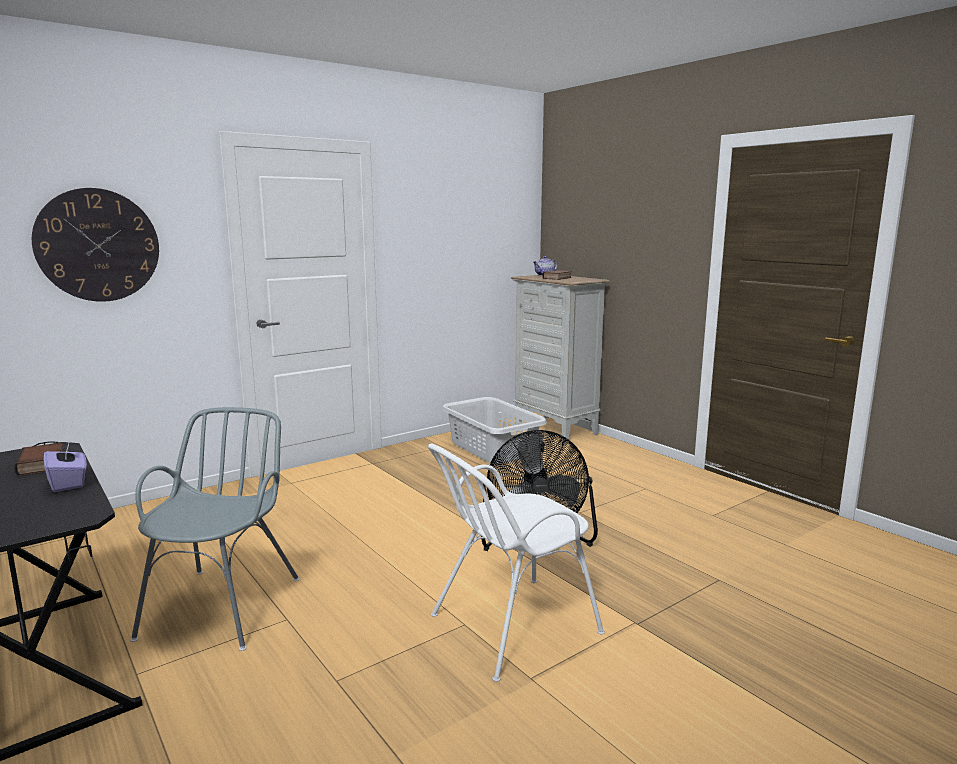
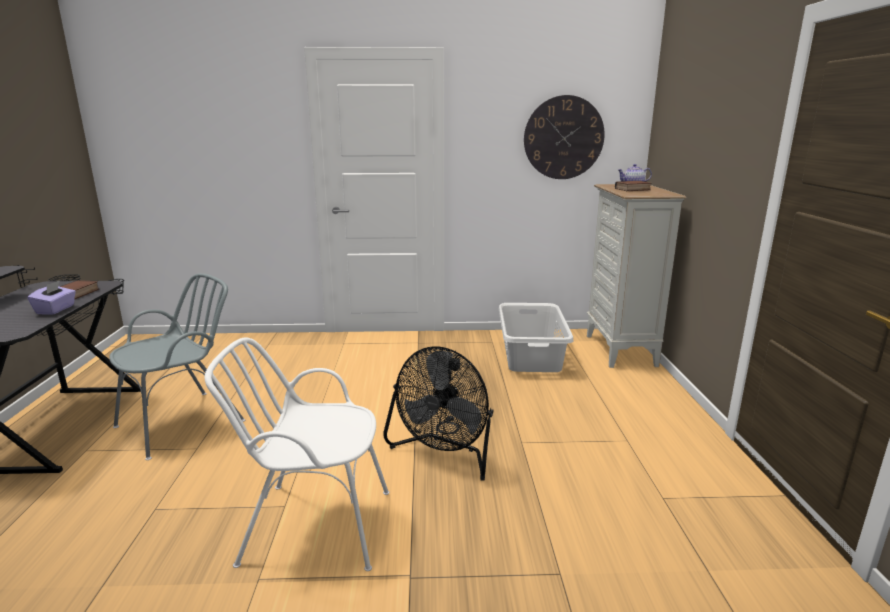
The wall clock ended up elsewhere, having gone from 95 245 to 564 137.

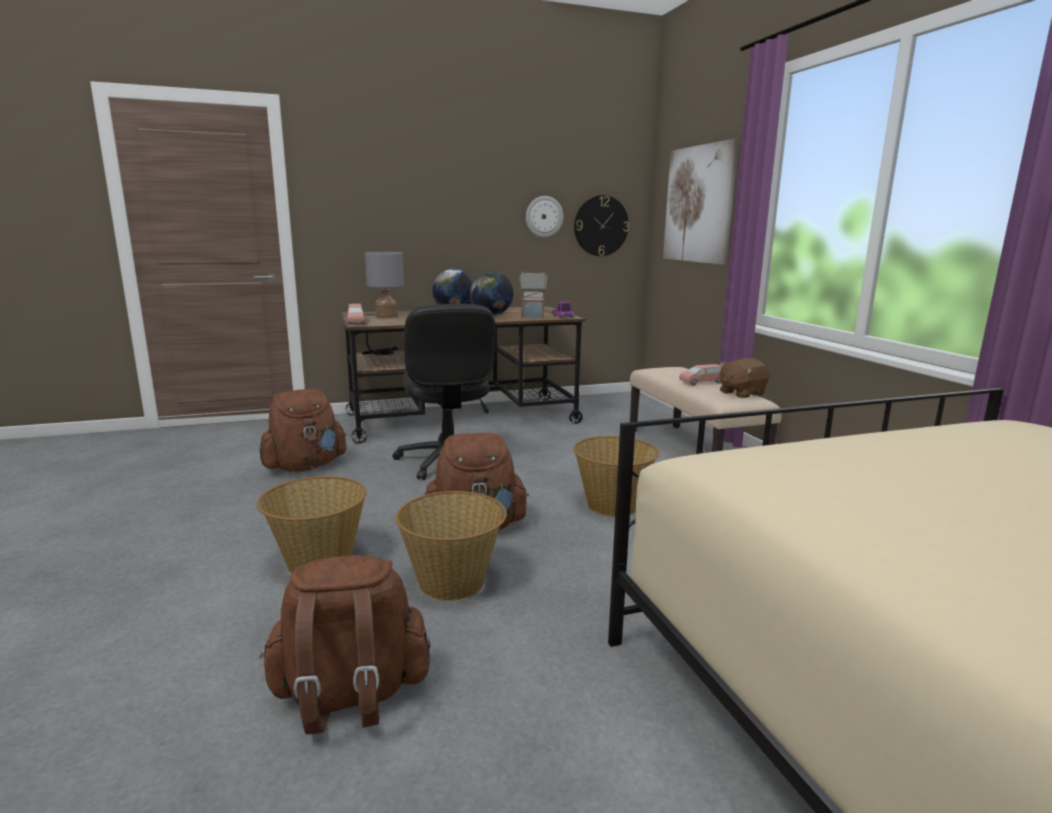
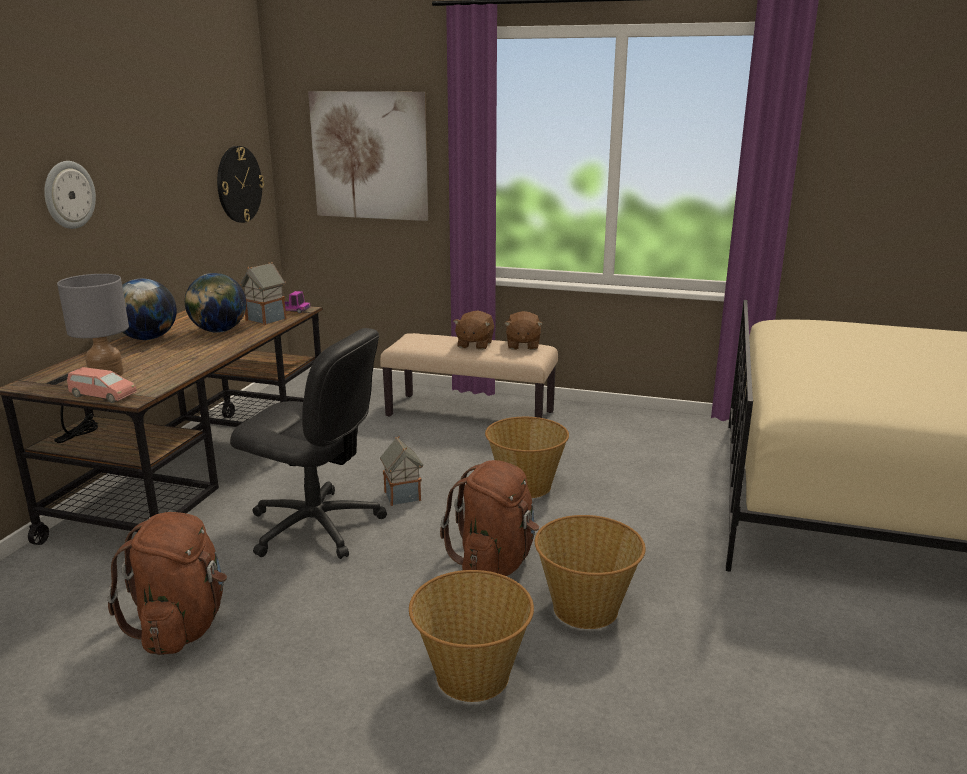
The wall clock ended up elsewhere, having gone from 544 217 to 70 195.
The second view gained the toy house at 401 471.
Where the pink toy car stood at 700 374, the brown plush toy came to stand at 473 330.
The second view lost the brown backpack at 345 644.

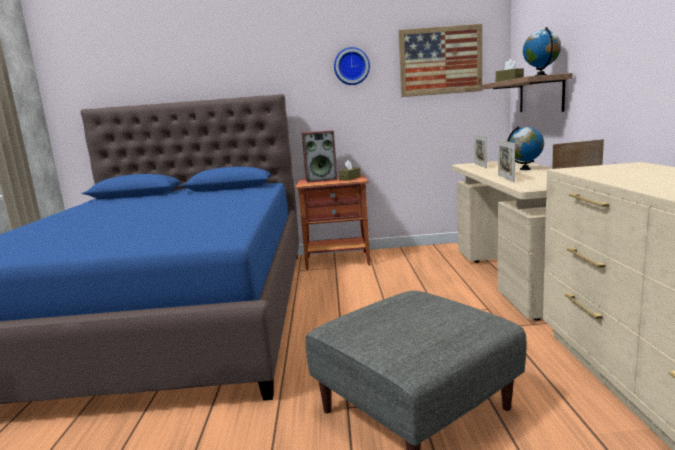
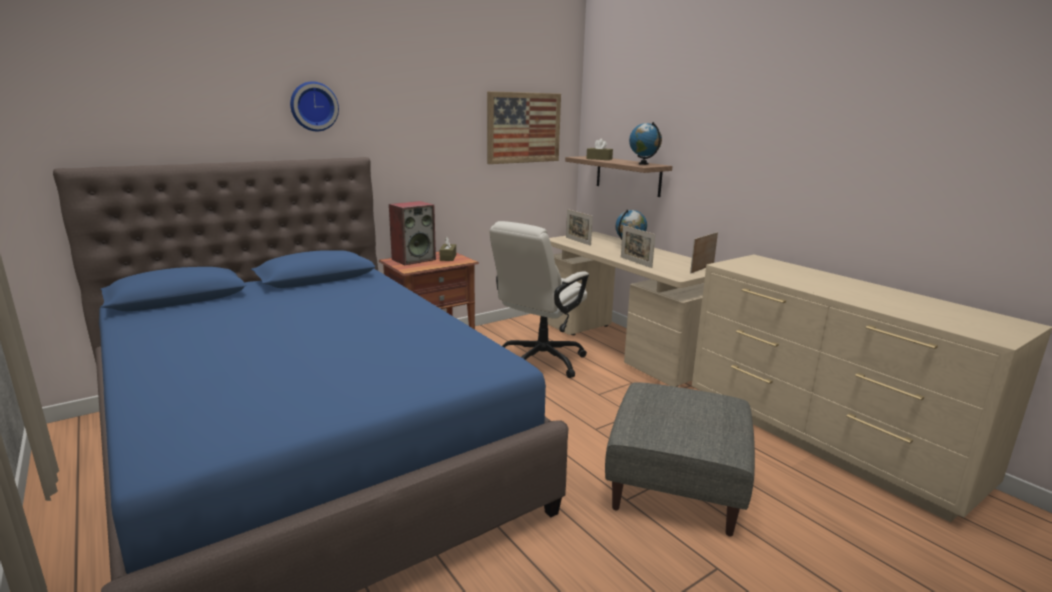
The wall clock ended up elsewhere, having gone from 352 66 to 314 106.
The second view gained the white office chair at 539 299.

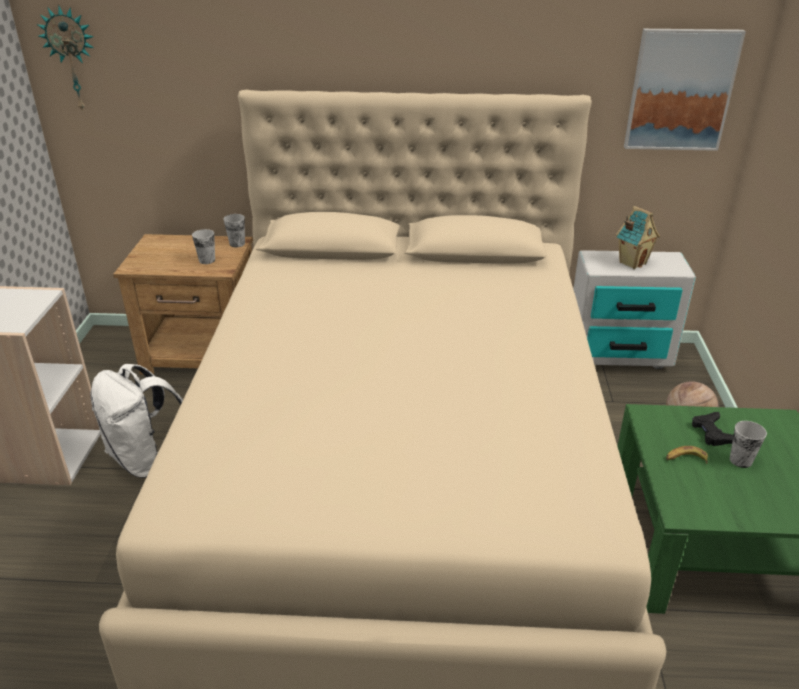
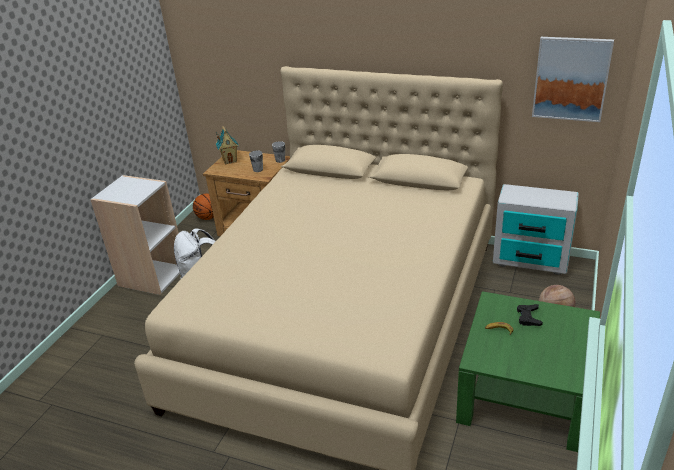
The second view gained the basketball at 203 207.
The toy house ended up elsewhere, having gone from 638 237 to 227 145.
The second view lost the wall clock at 65 59.
The second view lost the cup at 748 444.

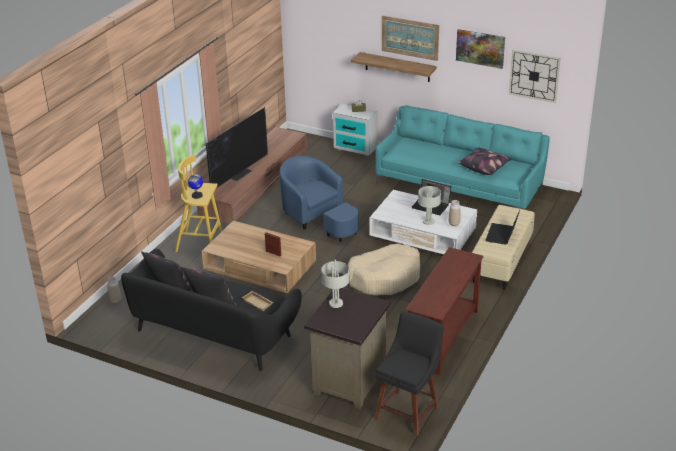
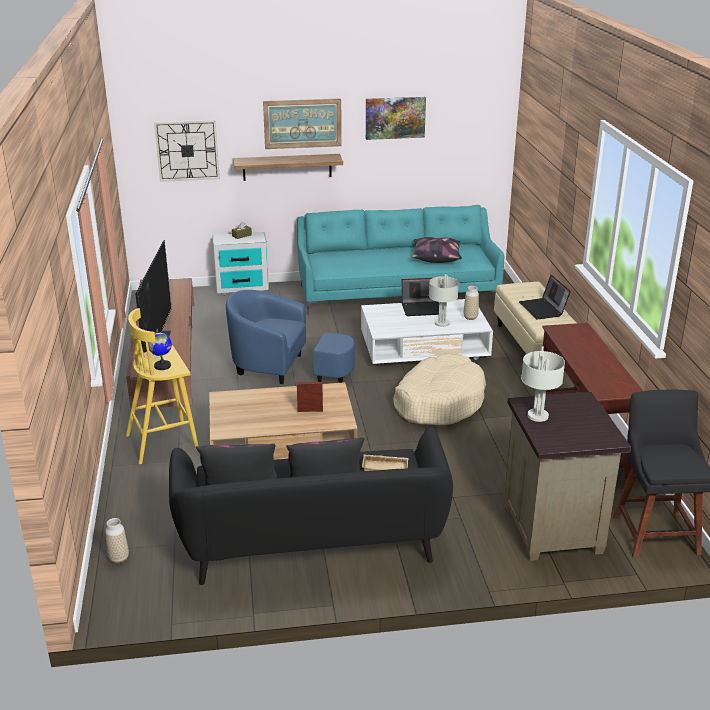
The wall clock ended up elsewhere, having gone from 535 76 to 187 151.

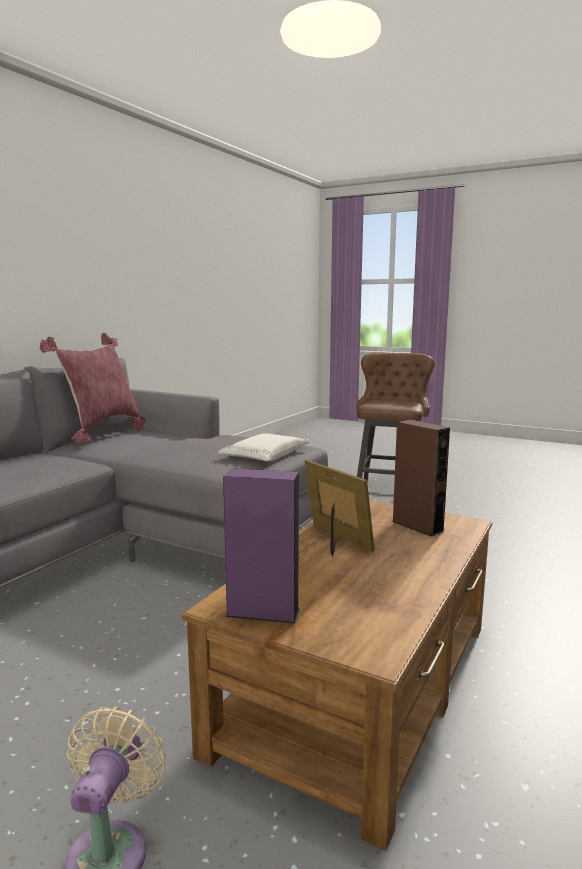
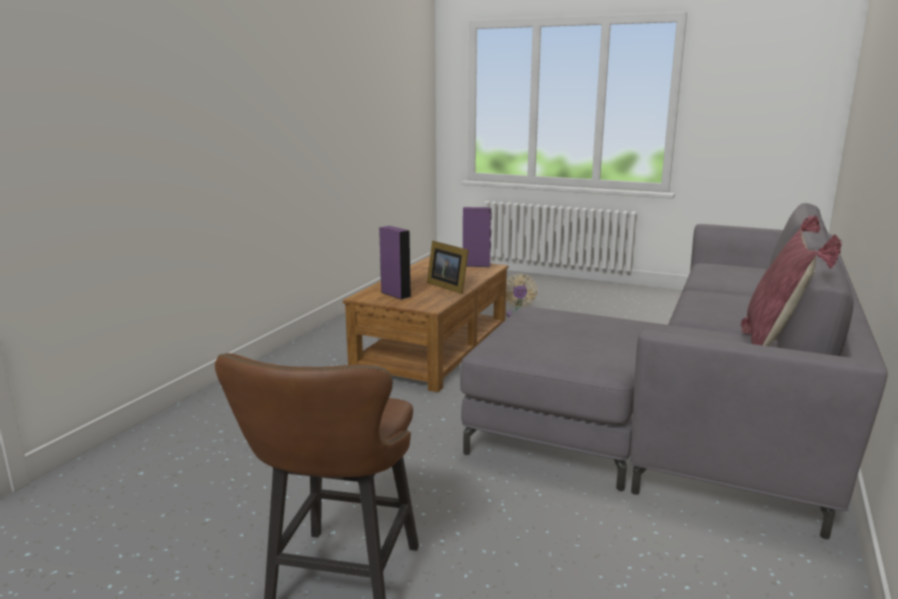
What was the brown speaker at 421 478 turned into the purple speaker at 395 263.
The second view lost the white pillow at 264 447.

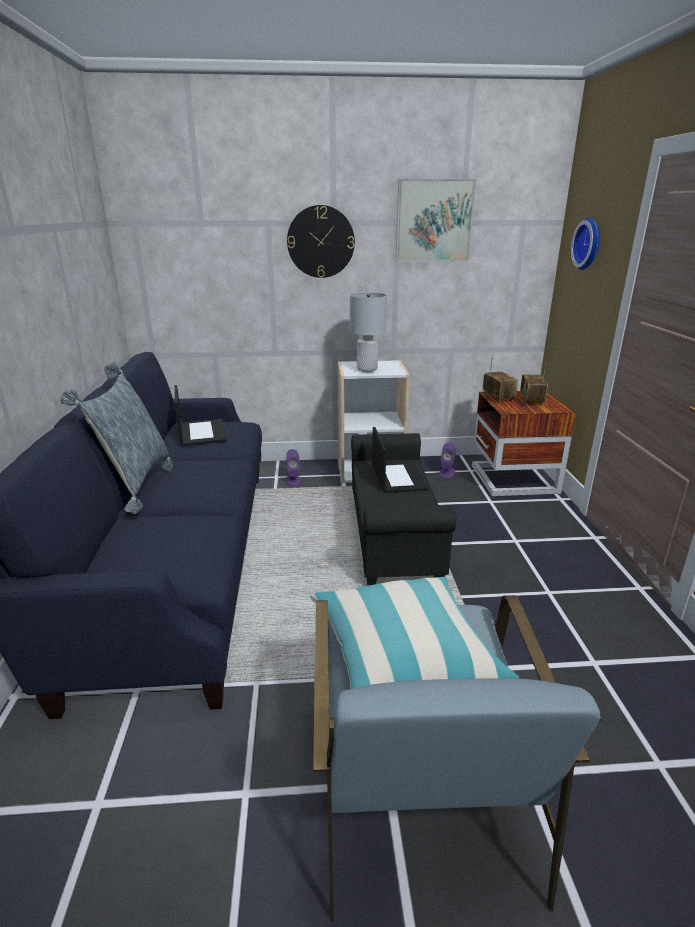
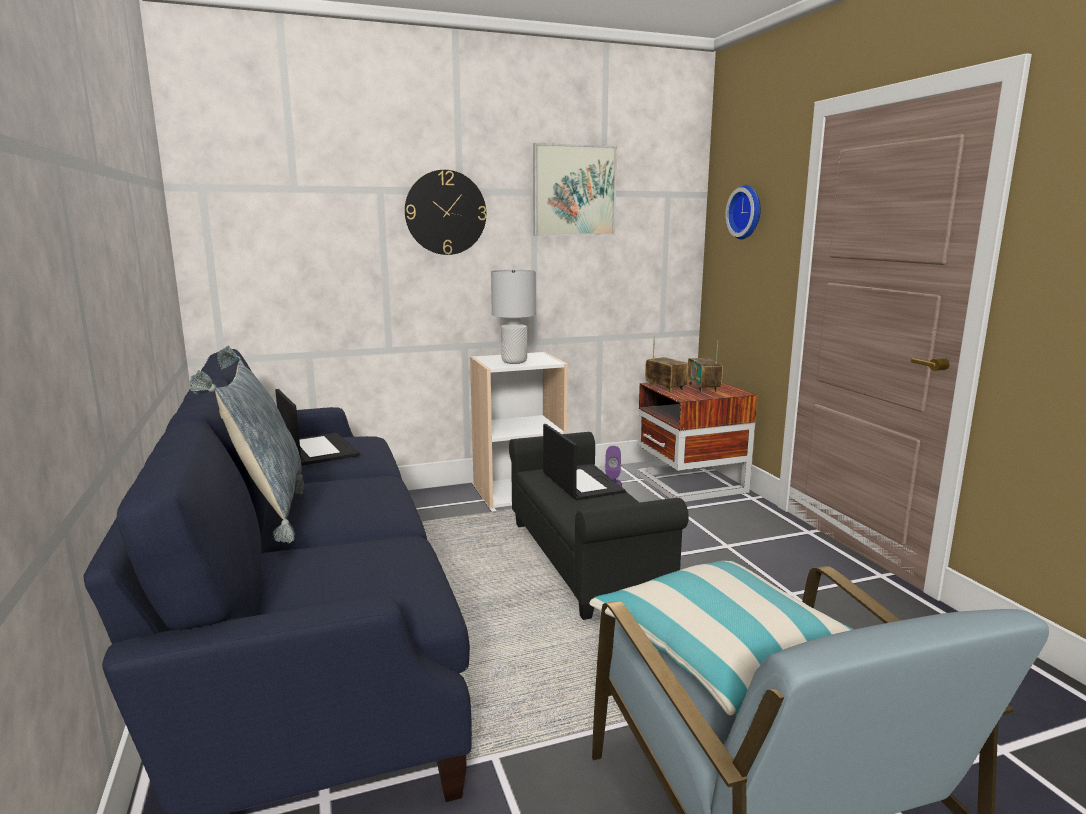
The second view lost the purple speaker at 293 467.

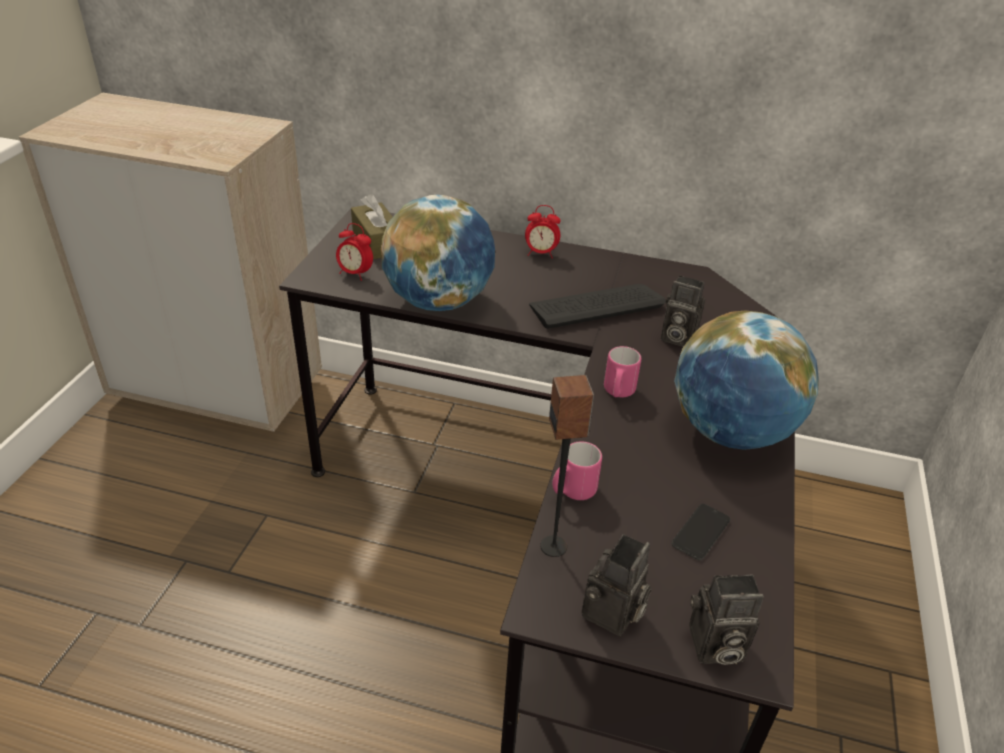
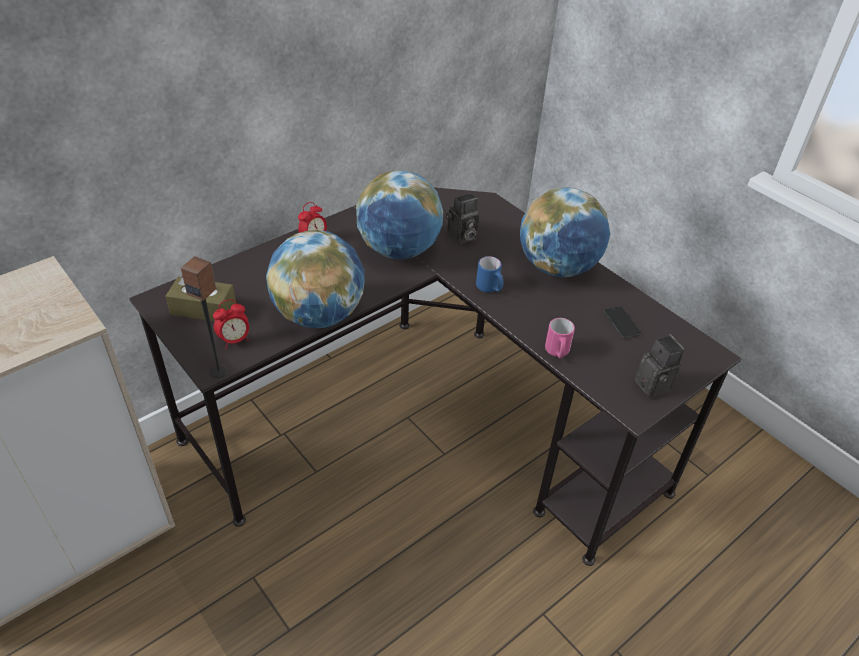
The speaker ended up elsewhere, having gone from 567 466 to 204 317.
Where the keyboard stood at 597 306, the globe came to stand at 399 214.
What was the pink mug at 622 371 turned into the blue mug at 490 274.
The second view lost the photo camera at 726 619.

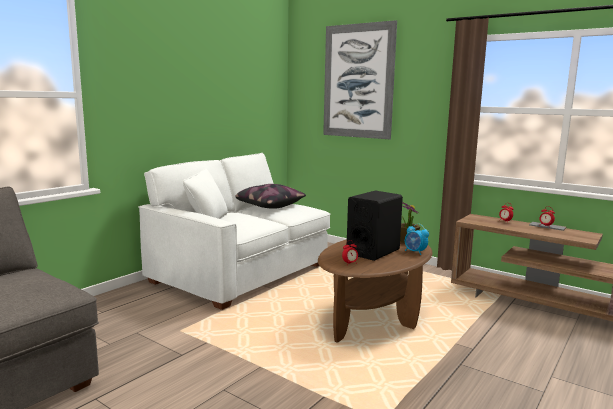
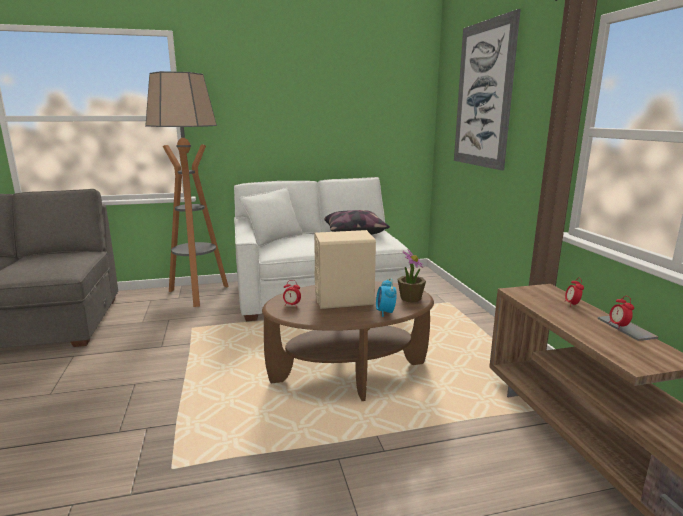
The second view gained the floor lamp at 187 189.
What was the black speaker at 375 226 turned into the beige speaker at 345 269.

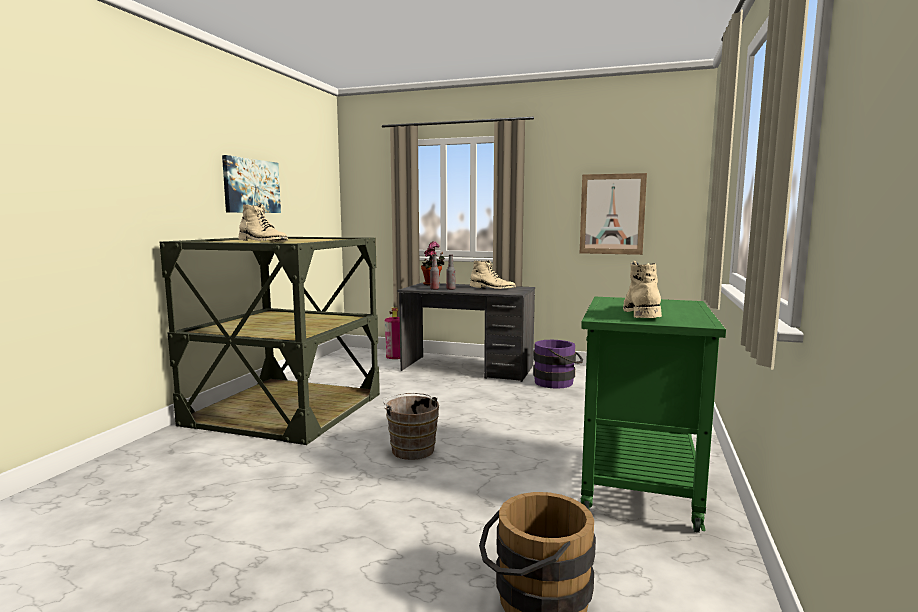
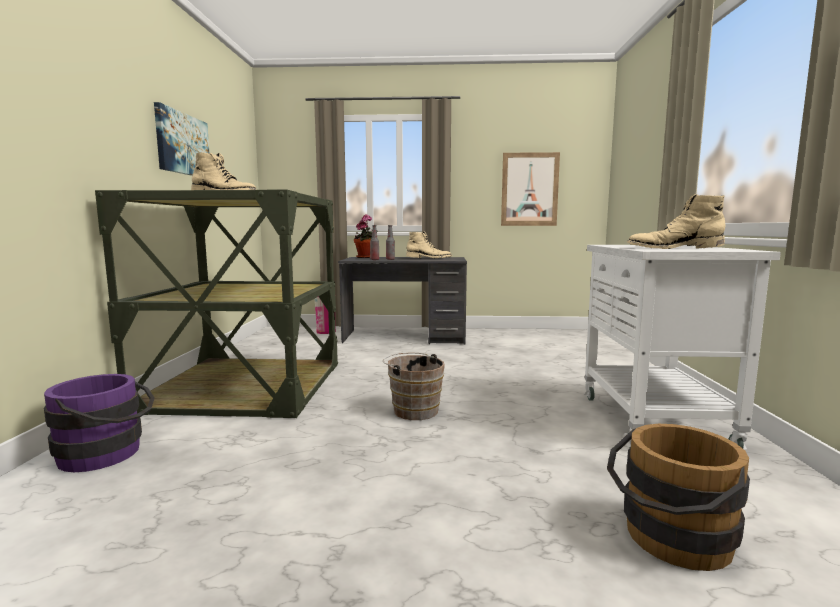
The purple bucket ended up elsewhere, having gone from 558 364 to 99 423.
What was the green cart at 653 415 turned into the white cart at 682 347.
The beige boot at 642 289 ended up facing another way, 75 degrees counterclockwise from before.

